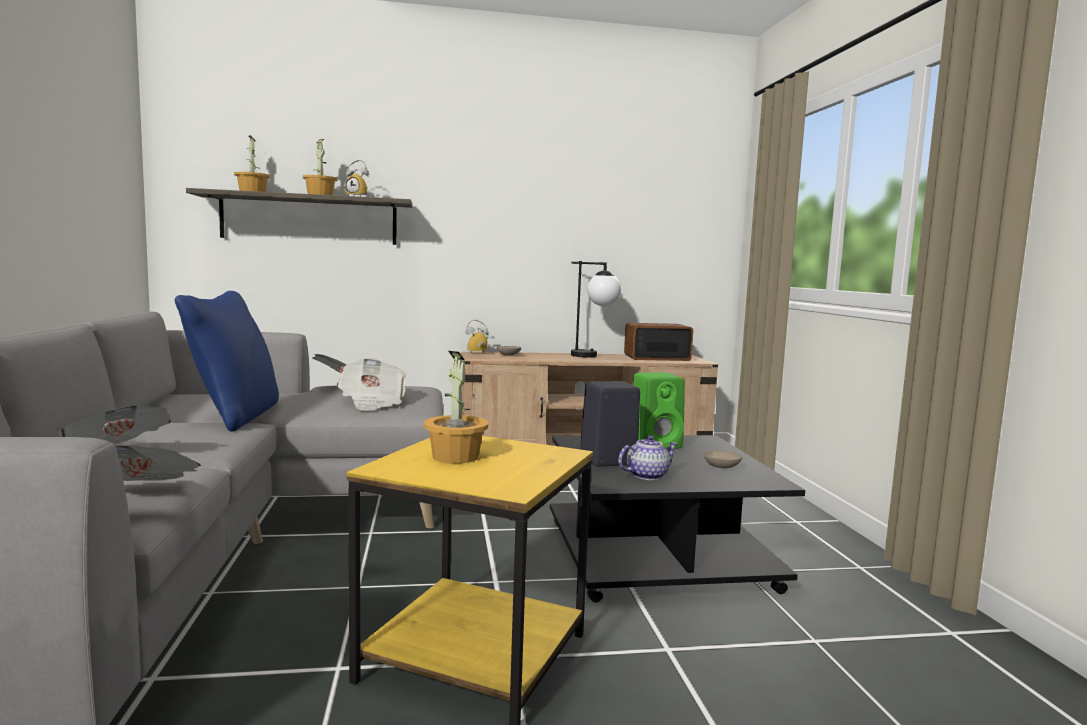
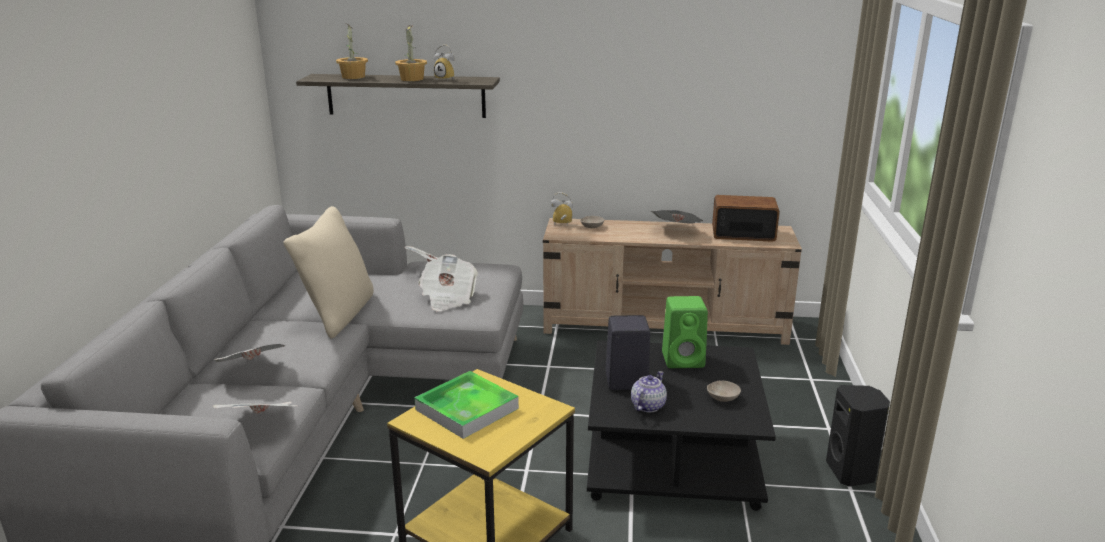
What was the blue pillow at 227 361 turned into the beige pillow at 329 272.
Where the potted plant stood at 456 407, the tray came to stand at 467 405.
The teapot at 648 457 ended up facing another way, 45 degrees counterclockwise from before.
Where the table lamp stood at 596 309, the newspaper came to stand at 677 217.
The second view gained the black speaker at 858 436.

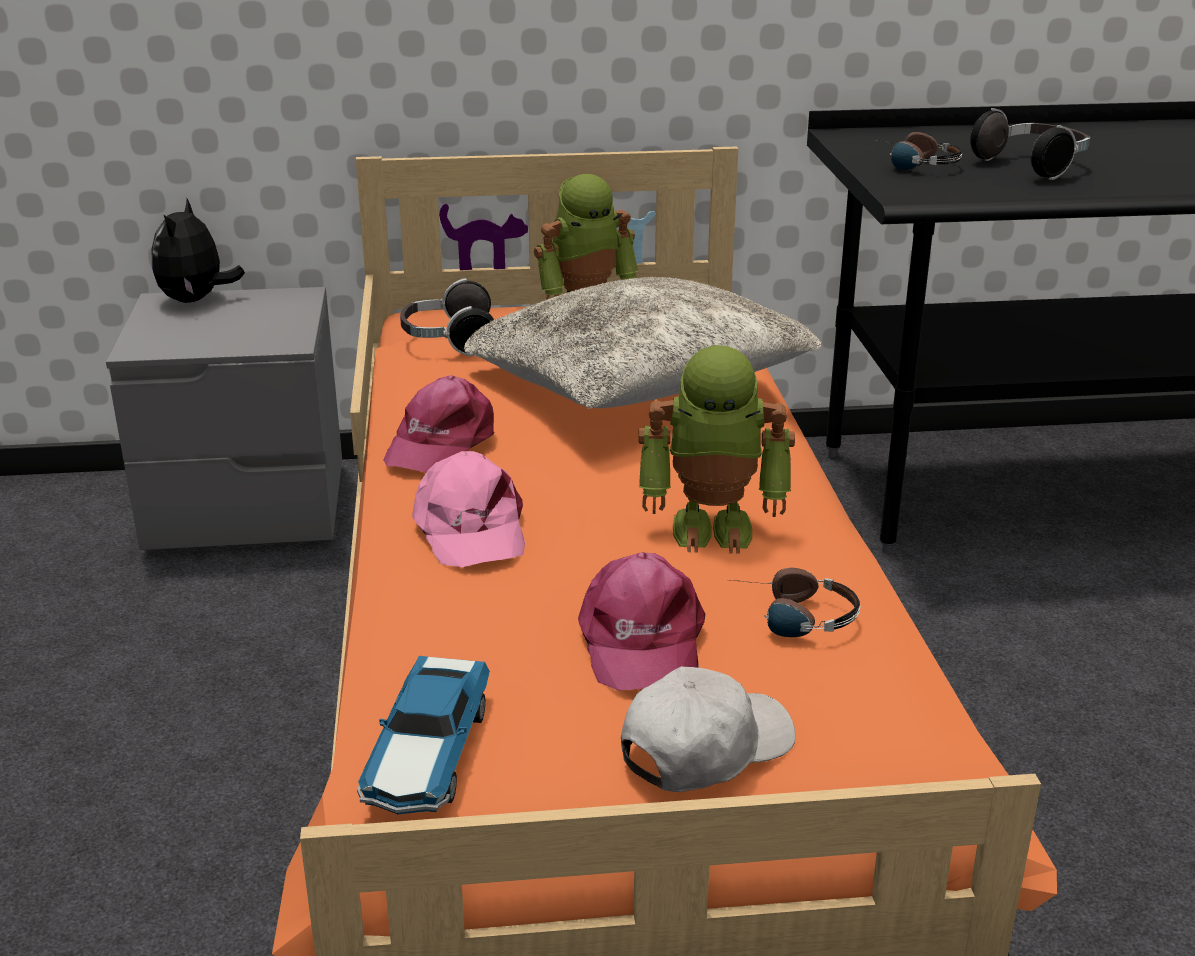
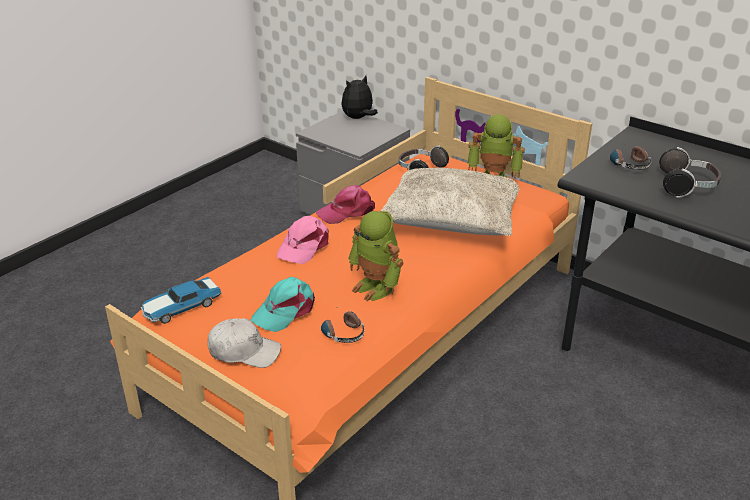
What was the pink cap at 641 621 turned into the turquoise cap at 282 304.

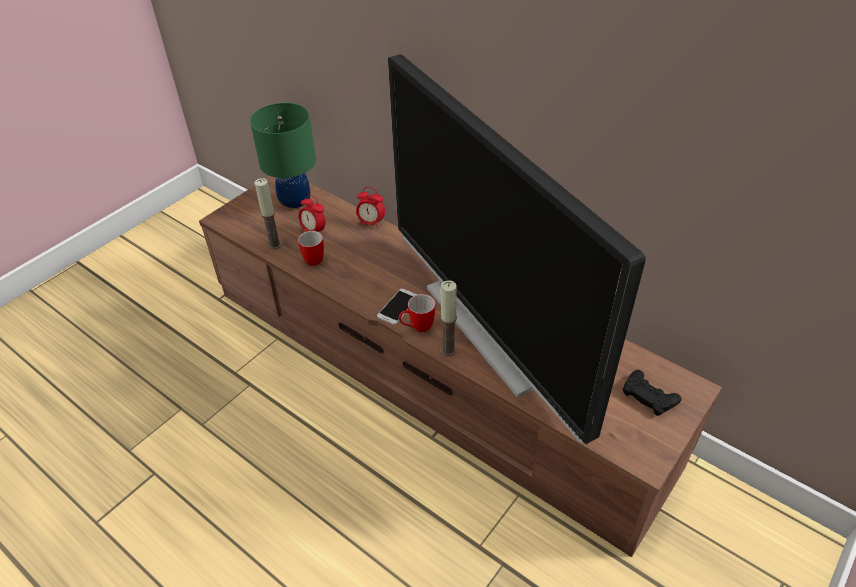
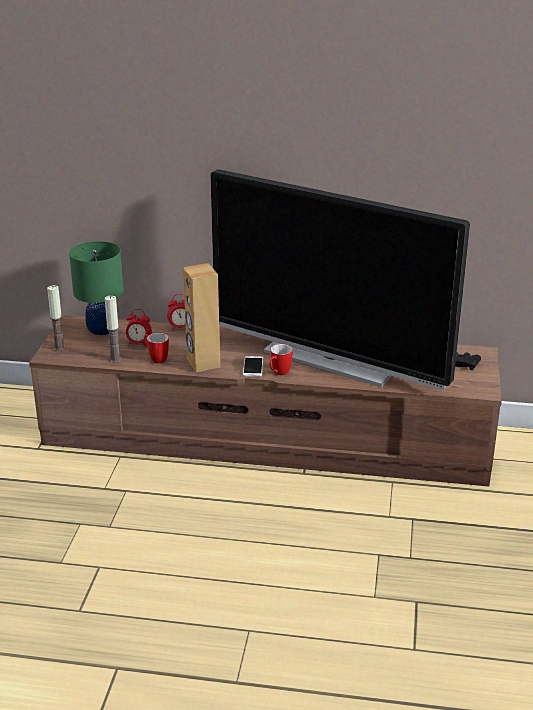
The candle ended up elsewhere, having gone from 448 318 to 56 318.
The second view gained the brown speaker at 202 318.

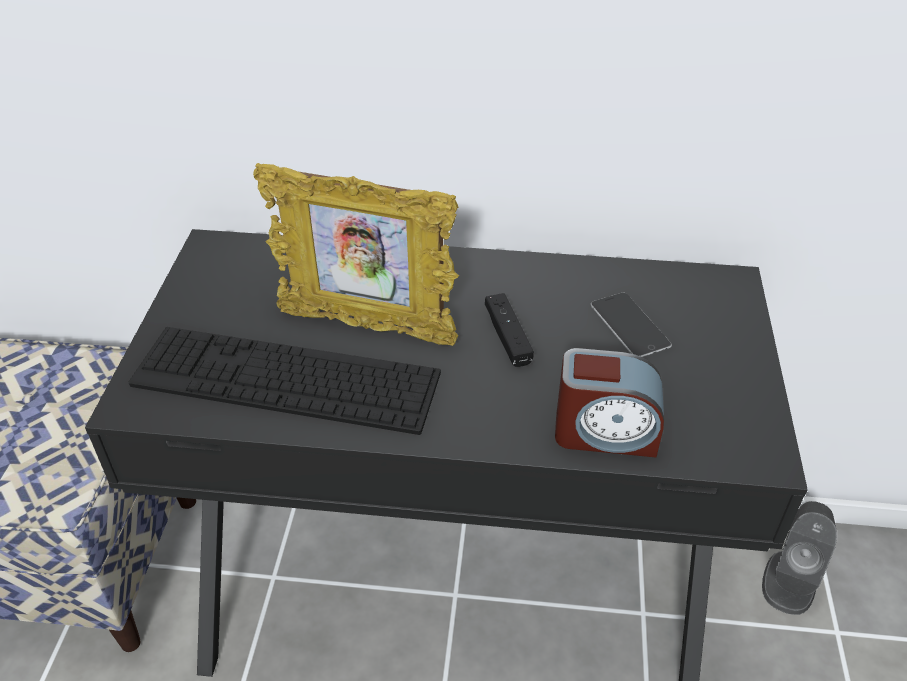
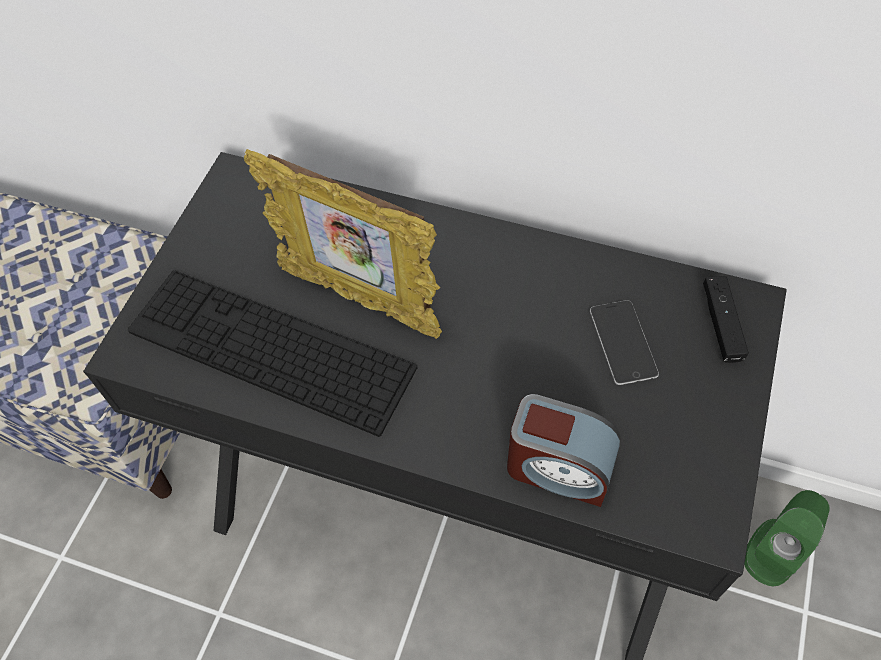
The black game controller ended up elsewhere, having gone from 509 330 to 726 319.
What was the grey speaker at 799 558 turned into the green speaker at 787 538.

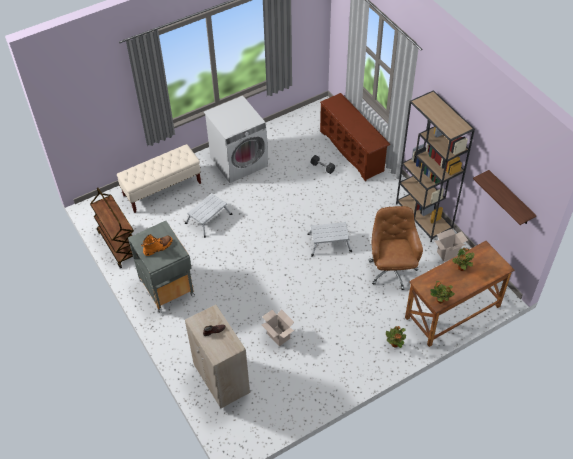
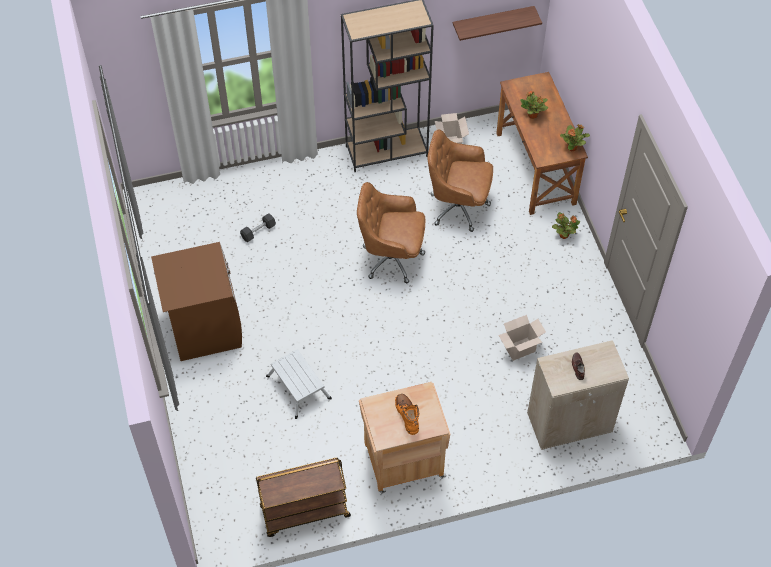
What was the white washing machine at 236 139 turned into the brown washing machine at 196 301.
Where the white step ladder stood at 330 239, the brown office chair came to stand at 391 232.
What was the grey cart at 161 267 turned into the brown cart at 404 438.
The second view lost the beige bench at 159 178.
The second view lost the brown shoe rack at 355 137.

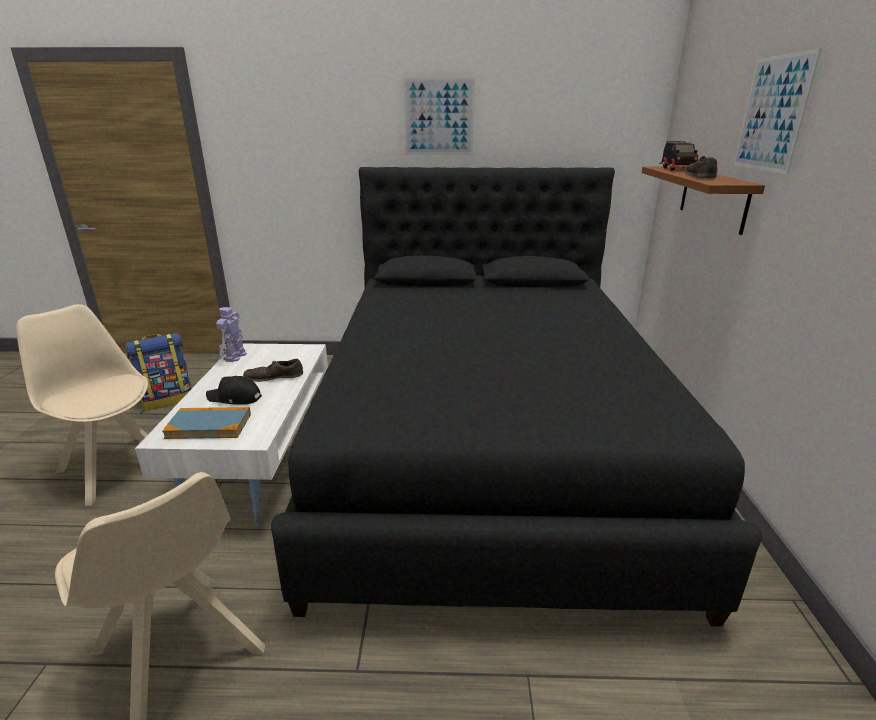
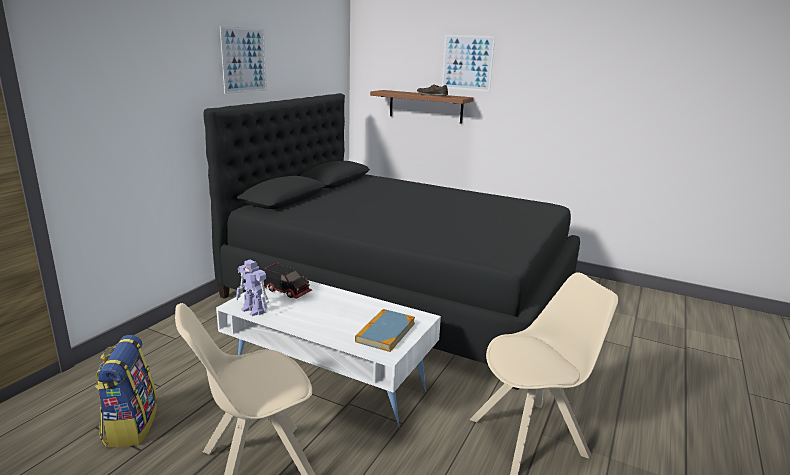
The toy truck ended up elsewhere, having gone from 679 155 to 288 280.
The second view lost the black cap at 234 390.
The second view lost the brown shoe at 273 370.

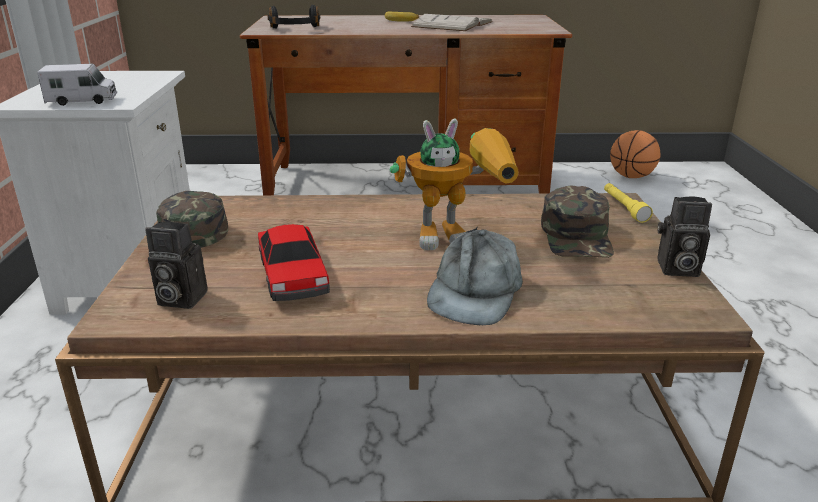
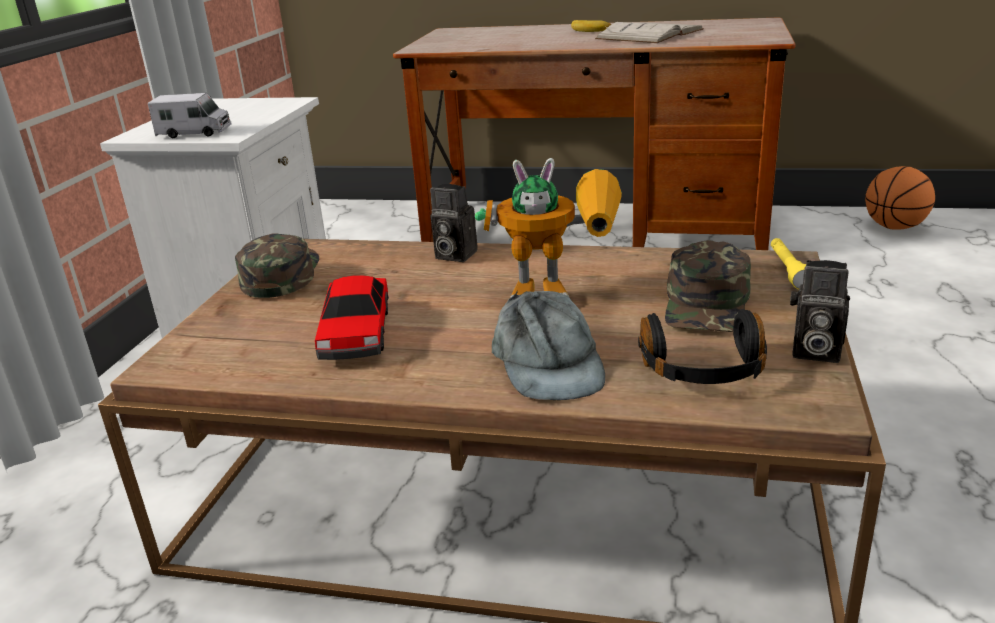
The photo camera ended up elsewhere, having gone from 176 265 to 454 223.
The grey cap at 475 276 ended up facing another way, 45 degrees counterclockwise from before.
The black headphones ended up elsewhere, having gone from 293 17 to 702 346.

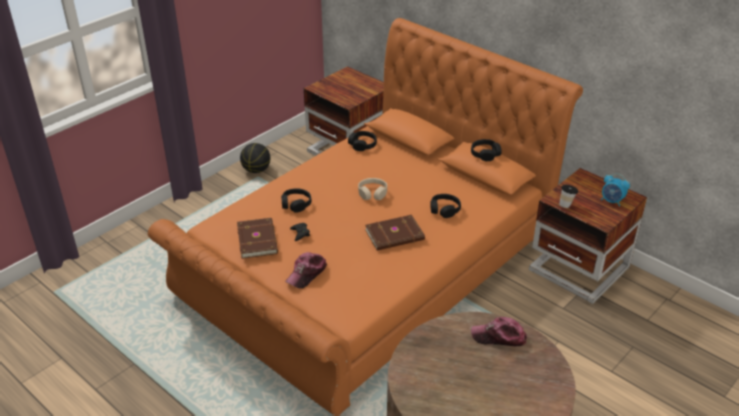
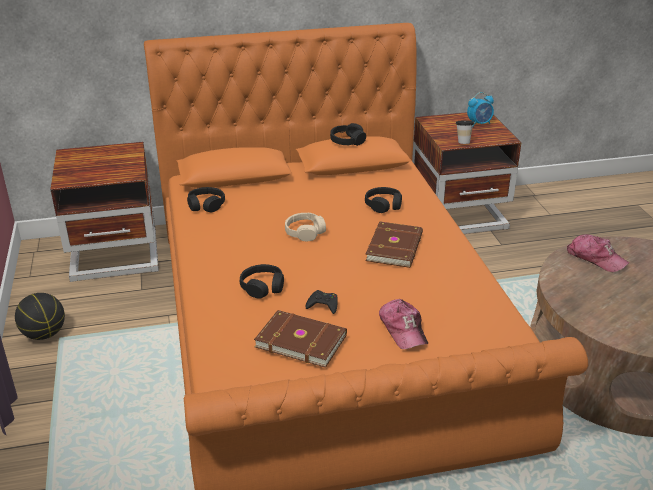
The cap at 499 332 ended up facing another way, 90 degrees counterclockwise from before.

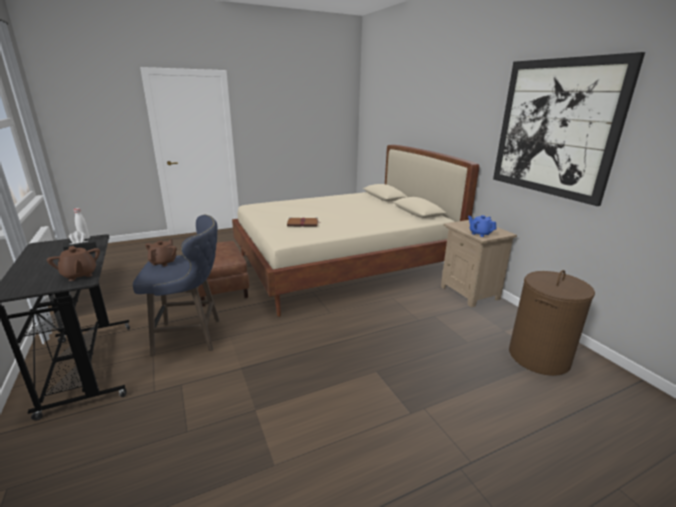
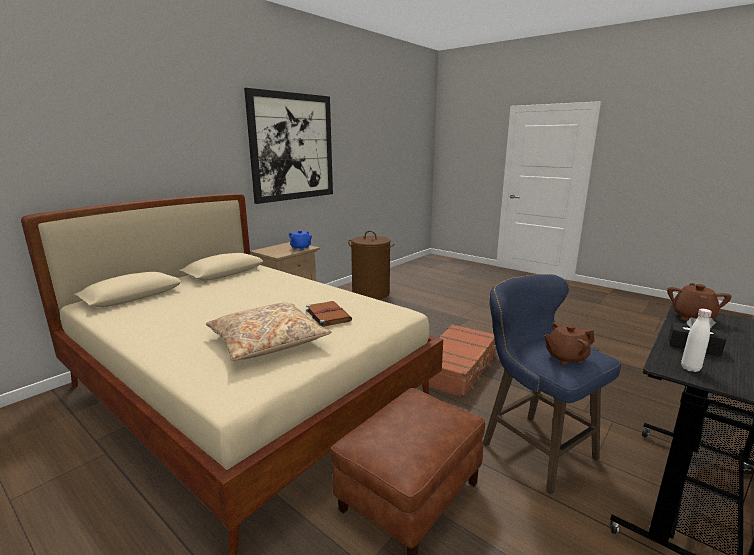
The second view gained the beige pillow at 269 332.
The second view gained the brown suitcase at 463 361.

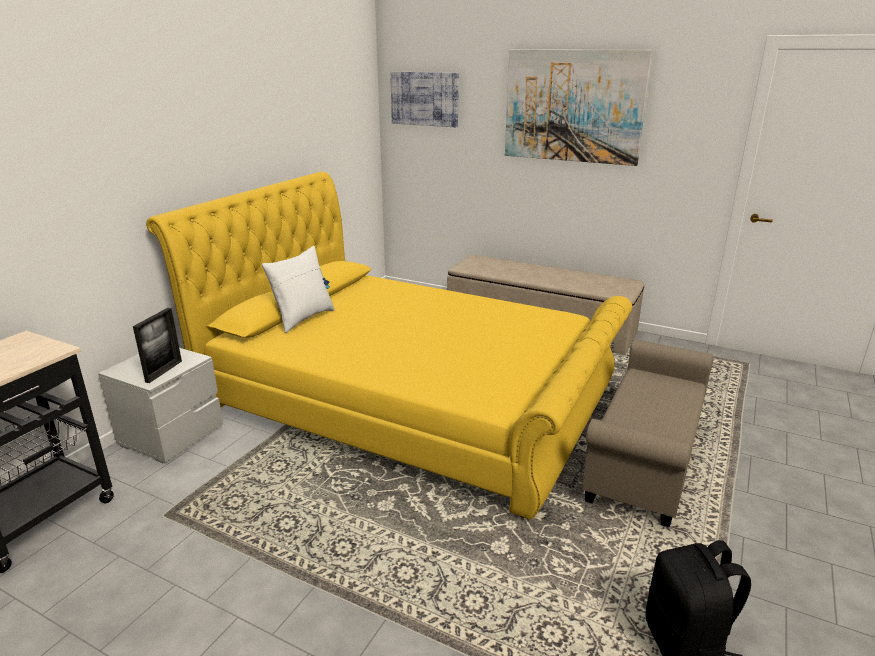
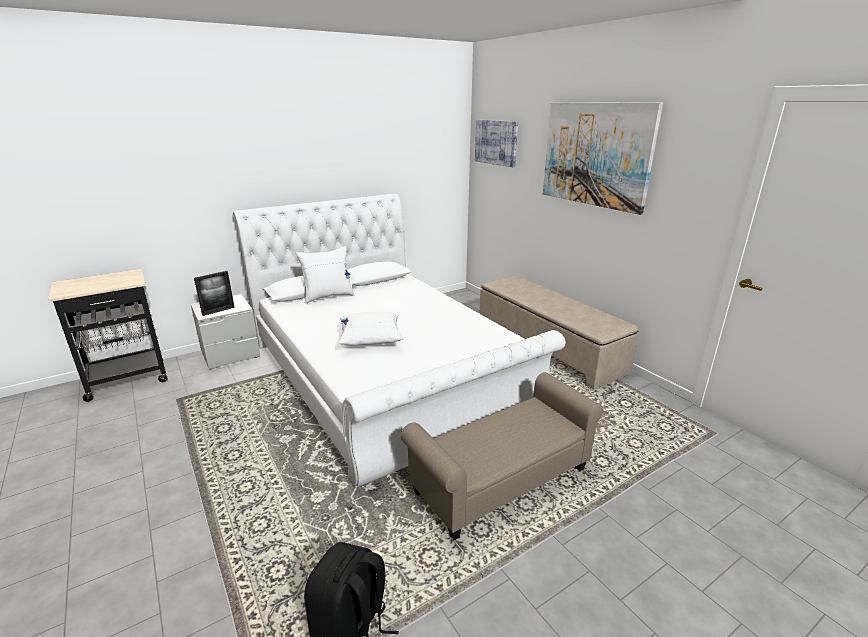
What was the yellow bed at 389 345 turned into the white bed at 399 340.
The second view gained the white pillow at 371 329.

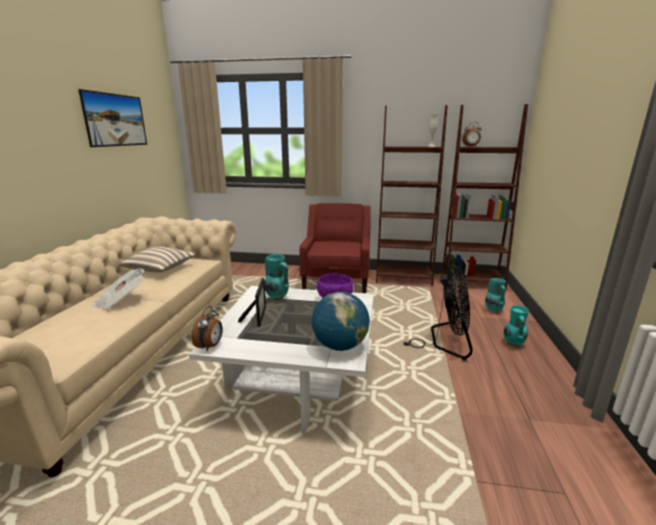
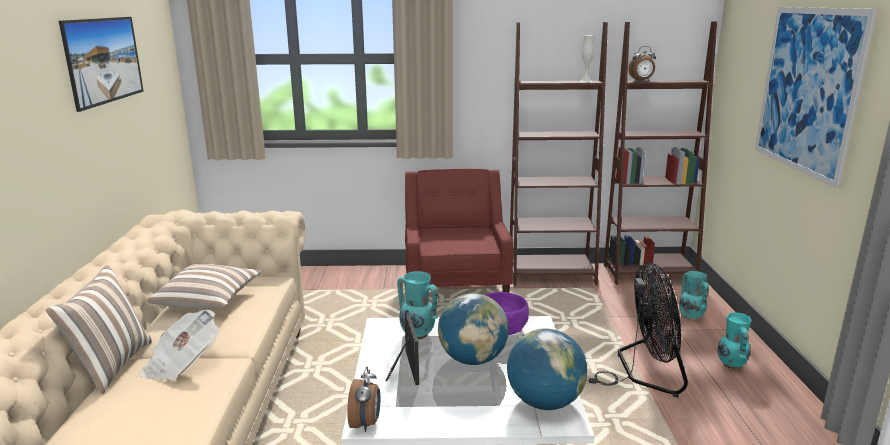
The second view gained the pillow at 99 329.
The second view gained the globe at 473 329.
The second view gained the picture at 816 97.

